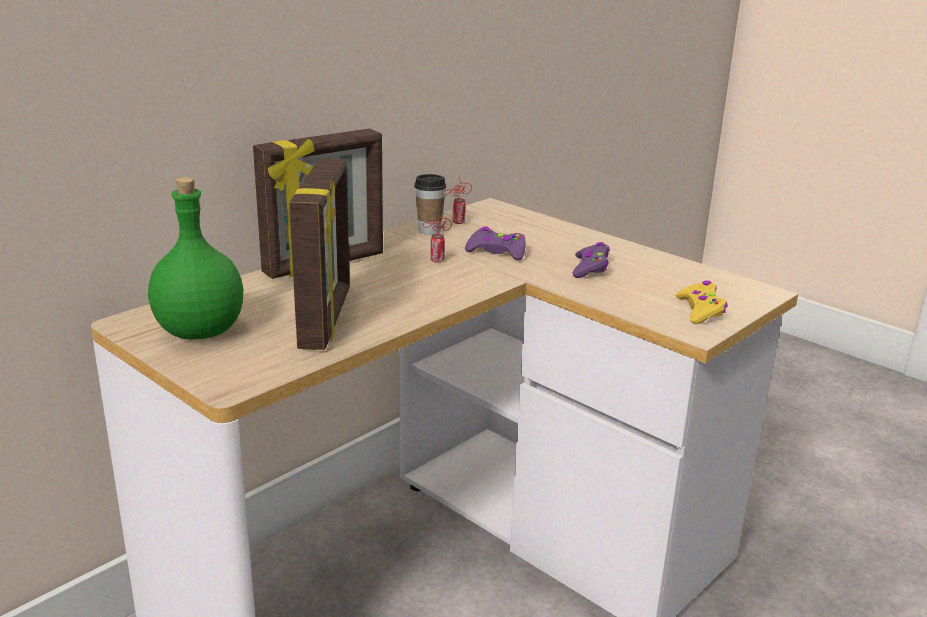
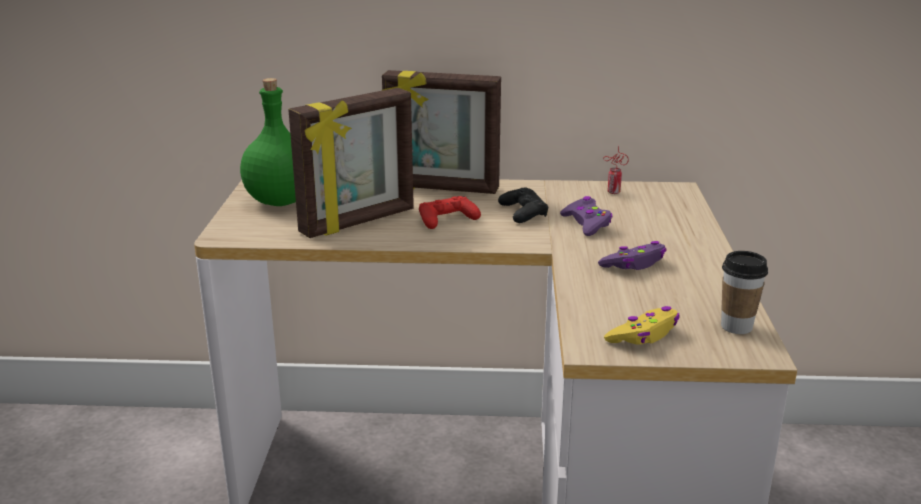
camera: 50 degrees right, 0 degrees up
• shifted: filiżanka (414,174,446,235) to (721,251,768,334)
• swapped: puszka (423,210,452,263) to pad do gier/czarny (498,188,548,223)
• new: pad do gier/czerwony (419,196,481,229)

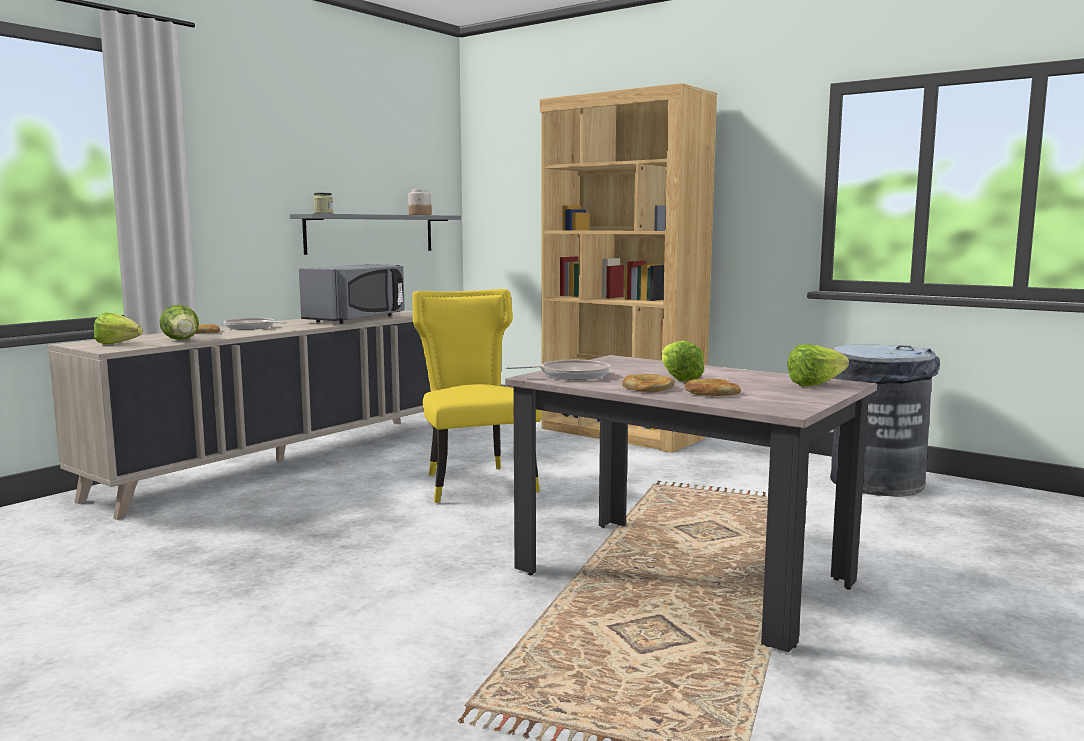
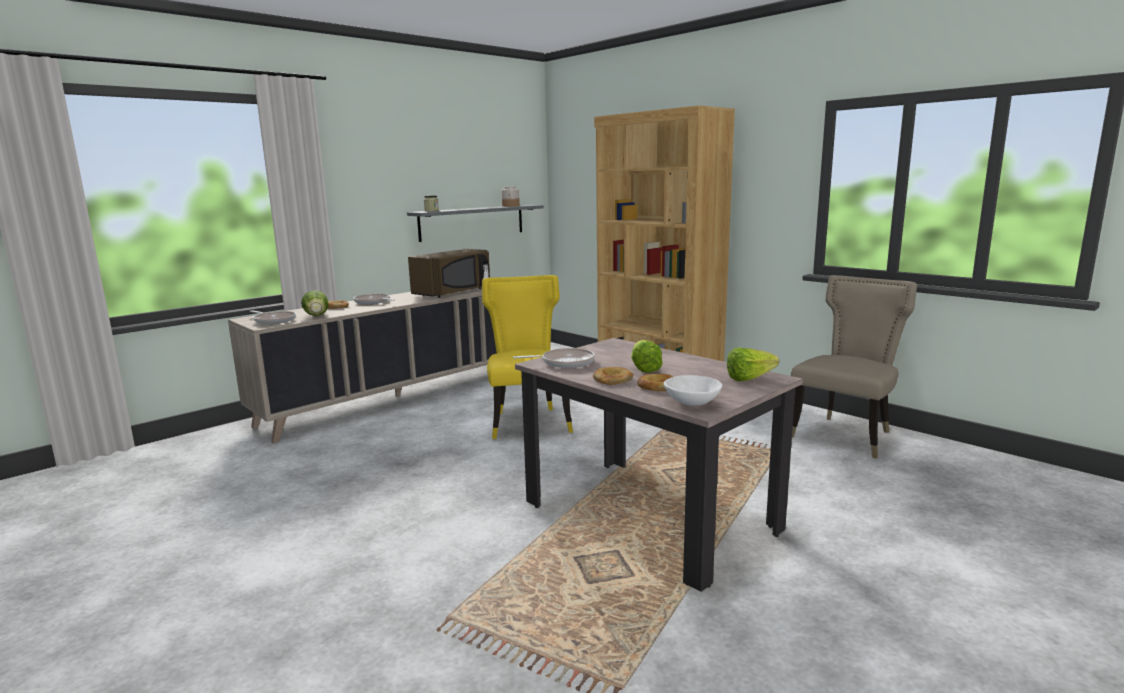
camera: 10 degrees right, 5 degrees up
• repainted: mikrofalówka/szary (299,264,405,324) to mikrofalówka/brązowy (408,249,490,298)
• swapped: sałata (94,313,143,344) to patelnia (249,310,296,324)
• swapped: kosz na śmieci/szary (830,345,940,497) to krzesło/beżowy (791,275,917,459)
• new: miska/biały (664,375,722,406)

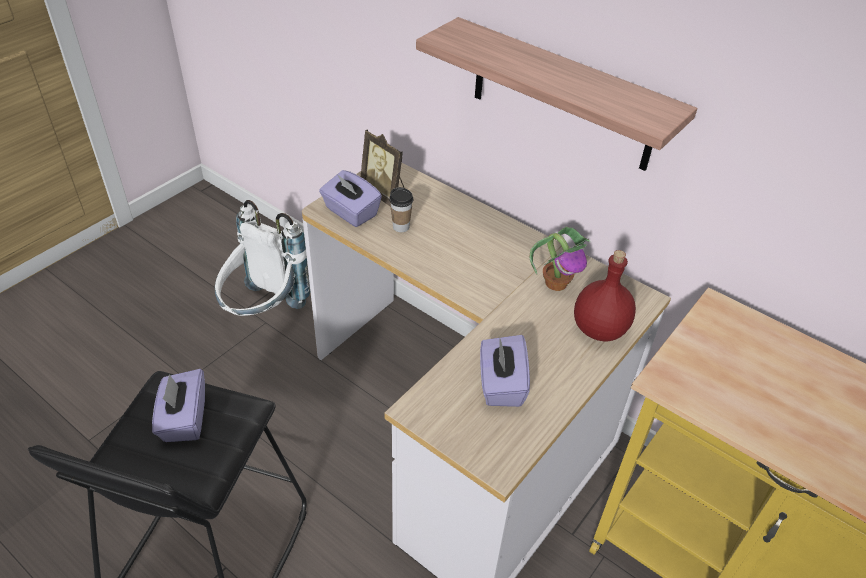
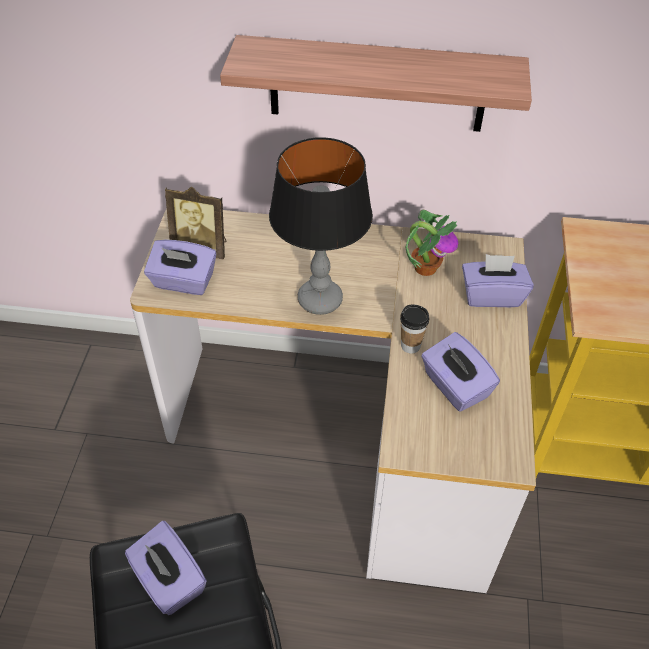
camera: 30 degrees left, 5 degrees up
• shifted: filiżanka (389,187,413,232) to (400,305,429,353)
• gone: plecak/biały (215,200,310,316)
• swapped: butelka/czerwony (574,250,636,341) to pudełko chusteczek/fioletowy (462,254,534,307)
• new: lampa stołowa (269,137,373,315)

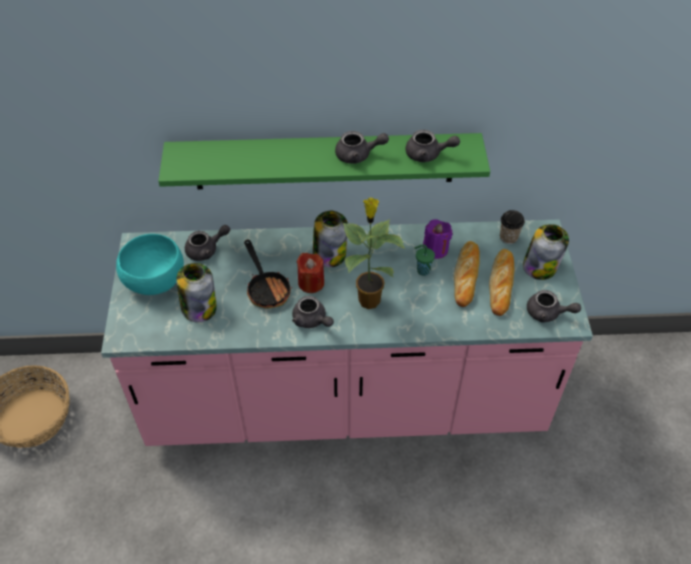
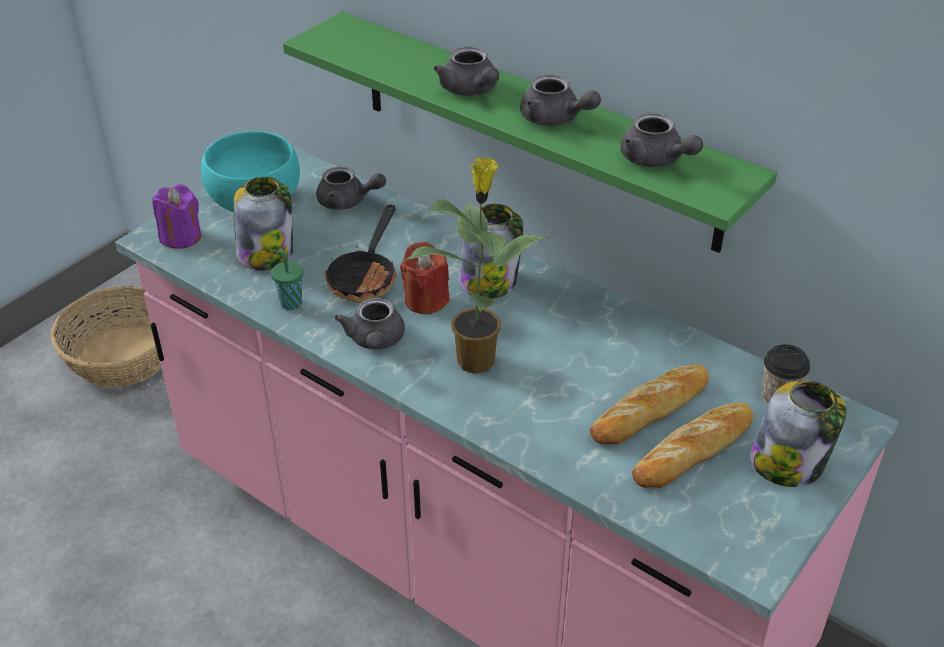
camera: 40 degrees right, 10 degrees down
• shifted: świeca/fioletowy (423,219,452,259) to (152,184,201,249)
• shifted: filiżanka/zielony (415,244,435,276) to (271,249,303,310)
• shifted: imbryk/szary (527,290,581,323) to (434,46,499,96)

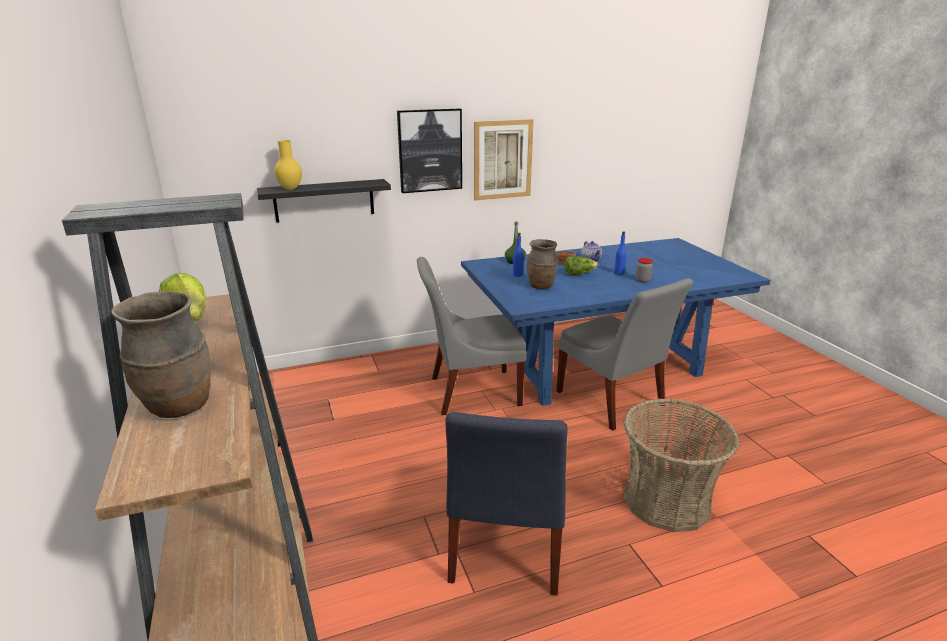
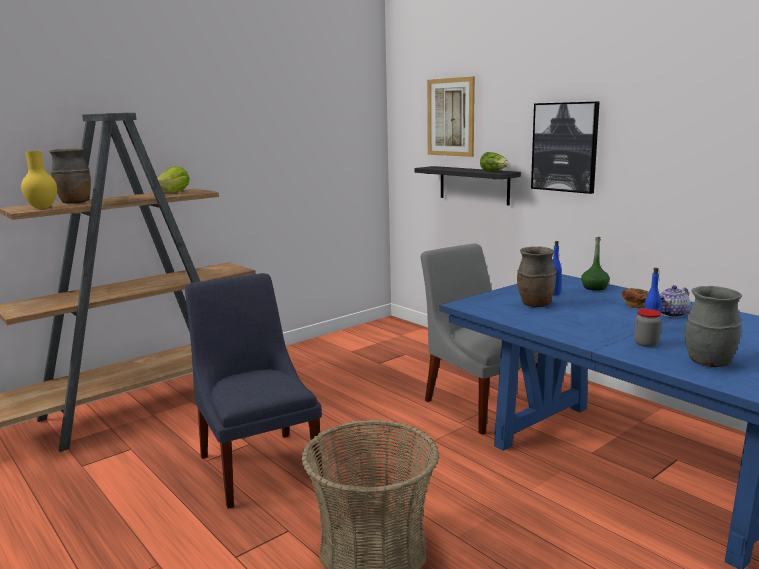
camera: 70 degrees right, 10 degrees down
• shifted: obraz (474,119,534,201) to (427,76,475,157)
• shifted: wazon/żółty (274,140,302,190) to (21,151,57,209)
• shifted: sałata (565,256,598,276) to (480,152,509,171)
• gone: krzesło/szary (556,278,693,431)
• rotated: krzesło/niebieski (445,412,568,596) = (185,273,323,509) 75 degrees clockwise
• new: wazon/szary (685,286,742,367)

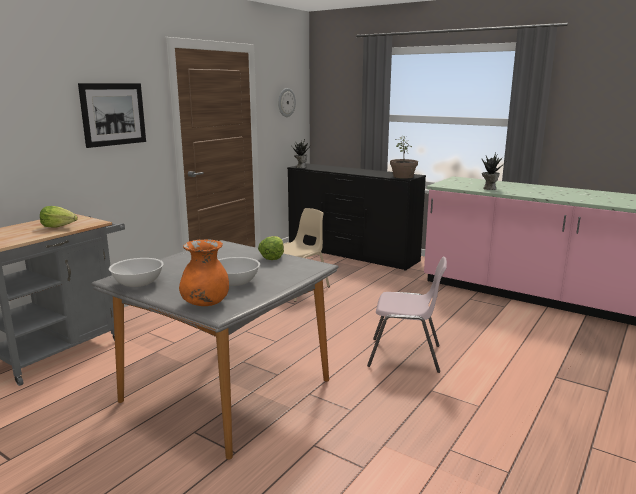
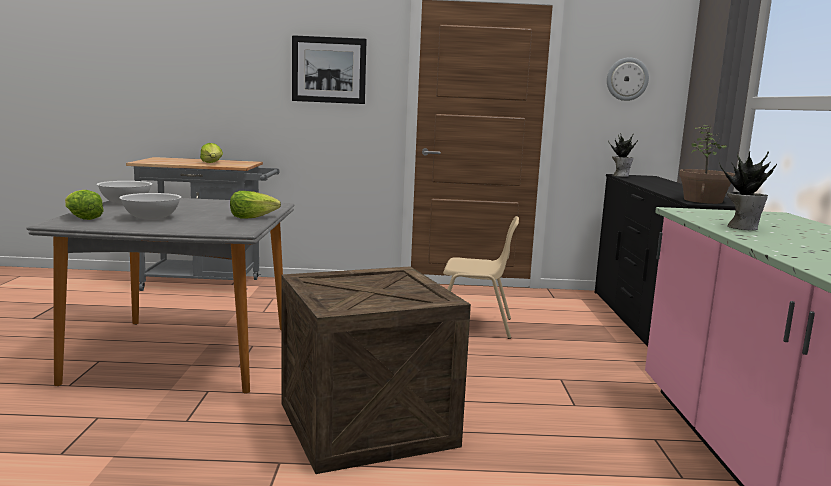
camera: 55 degrees right, 5 degrees down
• swapped: wazon/pomarańczowy (179,239,229,306) to sałata (65,190,104,220)
• swapped: krzesło/różowy (367,256,447,373) to skrzynka (281,266,471,474)

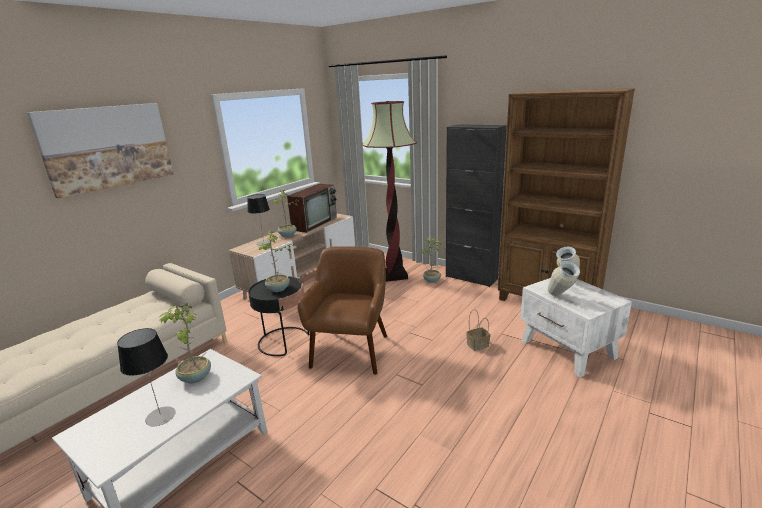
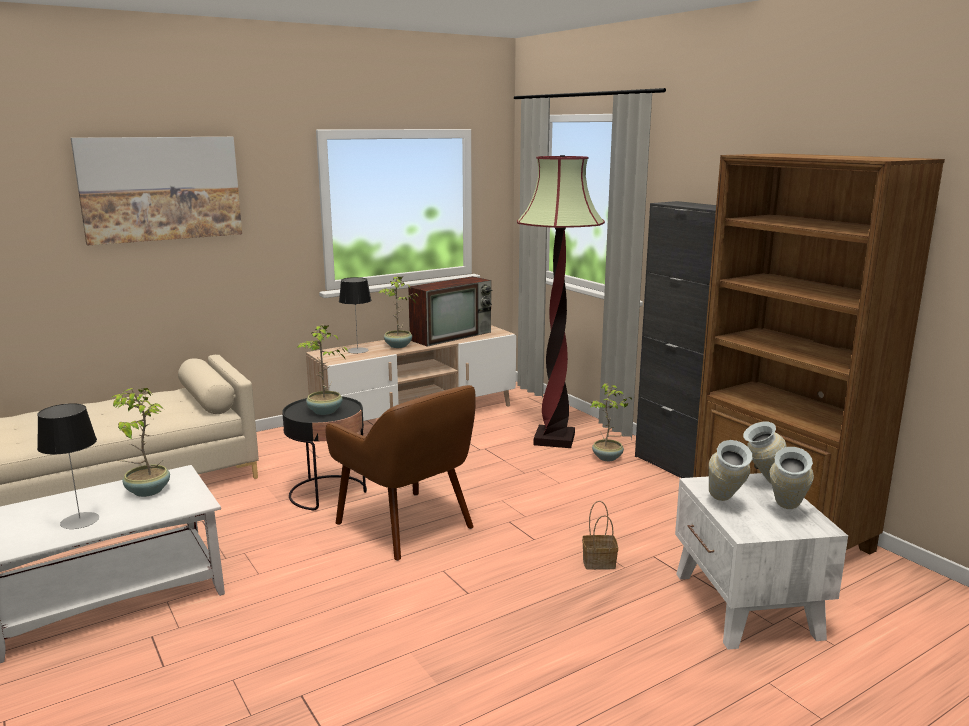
camera: 20 degrees right, 5 degrees down
• rotated: fotel/brązowy (297,246,387,375) = (325,385,476,561) 105 degrees clockwise
• new: wazon (770,447,814,509)

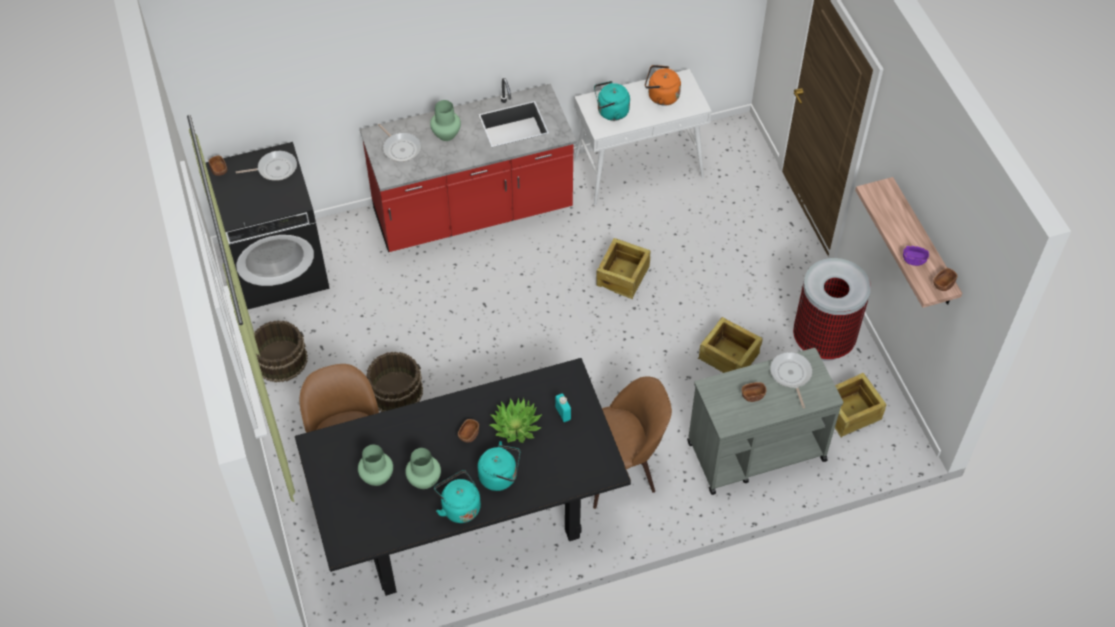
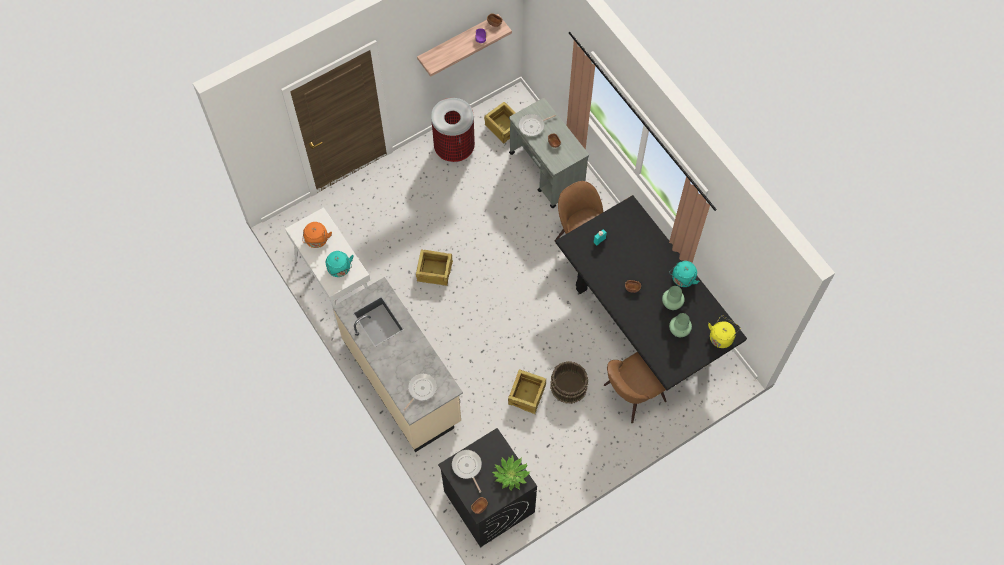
camera: 105 degrees left, 10 degrees up
• repainted: zabudowa kuchenna/czerwony (360,78,576,252) to zabudowa kuchenna/beżowy (333,277,463,452)
• gone: wazon/zielony (430,100,461,141)
• shifted: skrzynka (698,317,763,373) to (508,369,546,414)
• gone: wiadro/brązowy (254,320,308,383)
• shifted: roślina doniczkowa (489,398,542,443) to (492,455,531,491)
• gone: czajnik/turkusowy (478,441,520,491)
• new: czajnik/żółty (708,315,741,348)

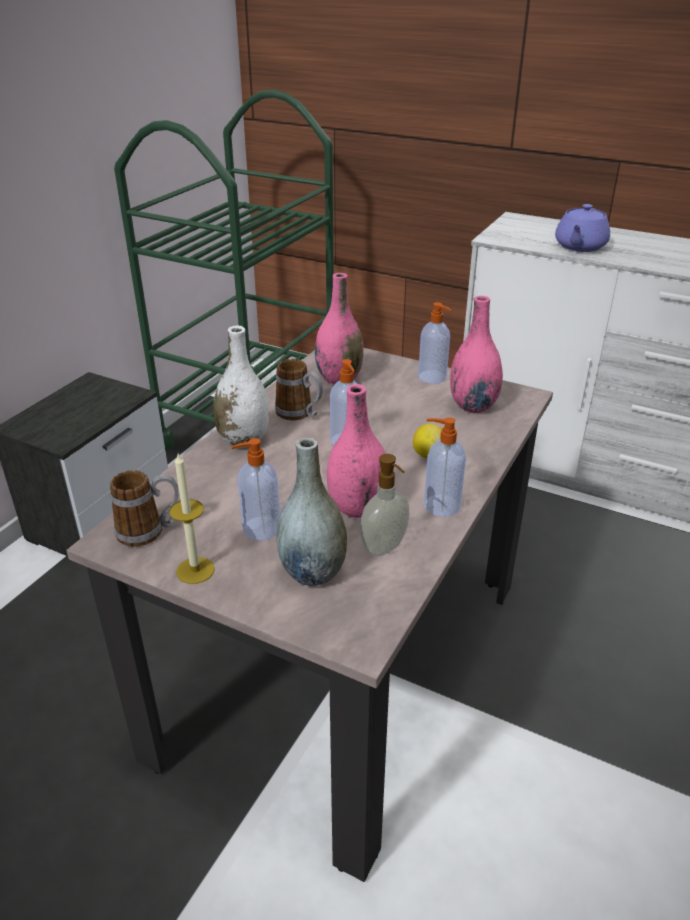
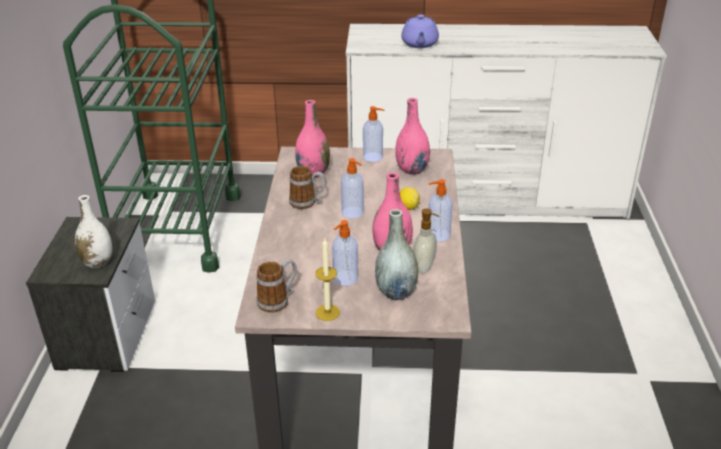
camera: 25 degrees left, 0 degrees up
• shifted: wazon/biały (213,325,269,448) to (75,195,112,268)

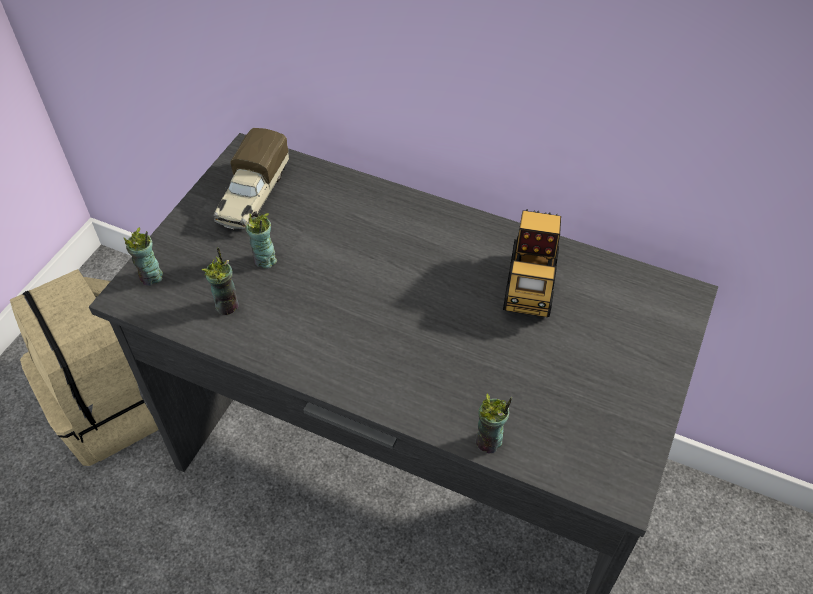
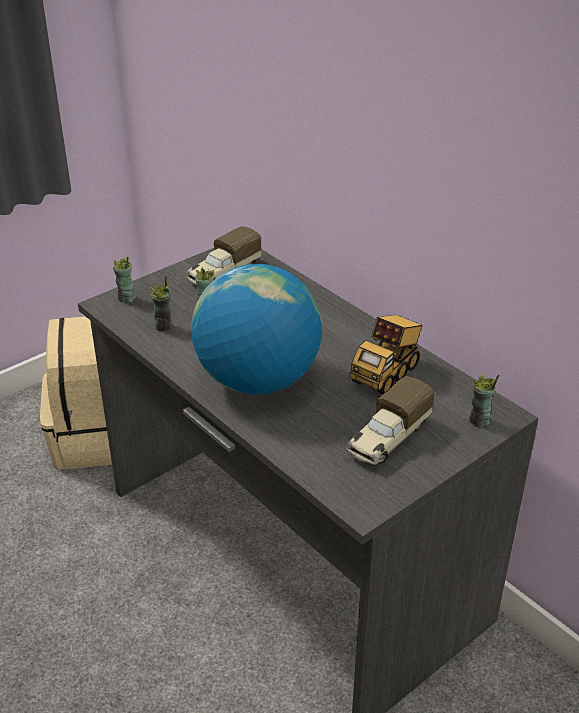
camera: 25 degrees right, 15 degrees down
• shifted: filiżanka (476,393,512,453) to (469,373,499,427)
• new: globus (191,264,322,395)
• new: ciężarówka zabawkowa (347,376,435,465)

